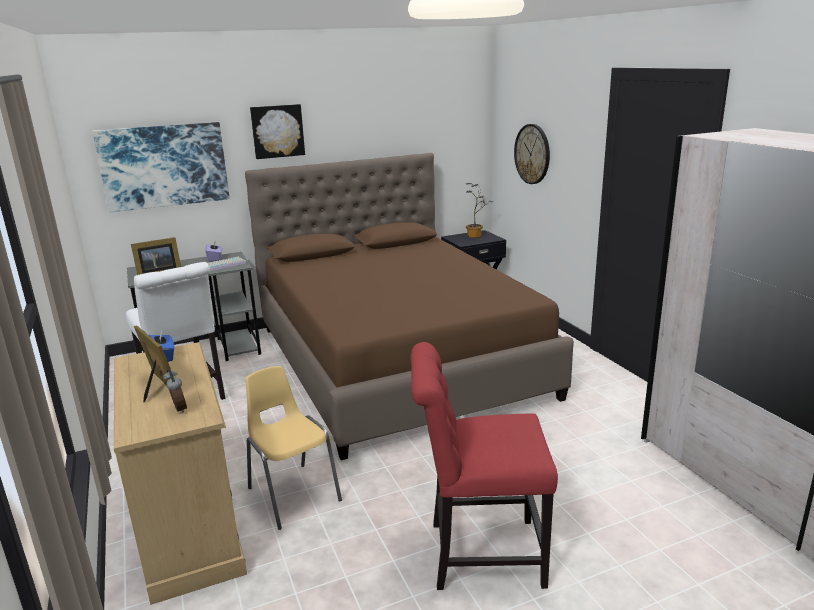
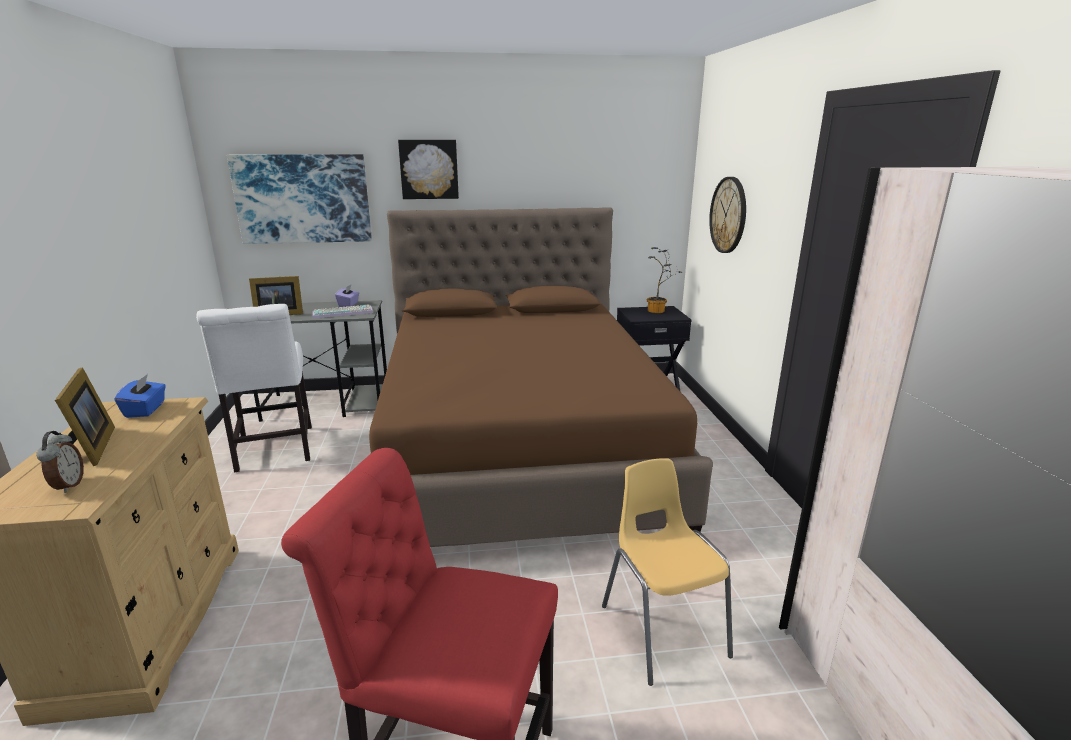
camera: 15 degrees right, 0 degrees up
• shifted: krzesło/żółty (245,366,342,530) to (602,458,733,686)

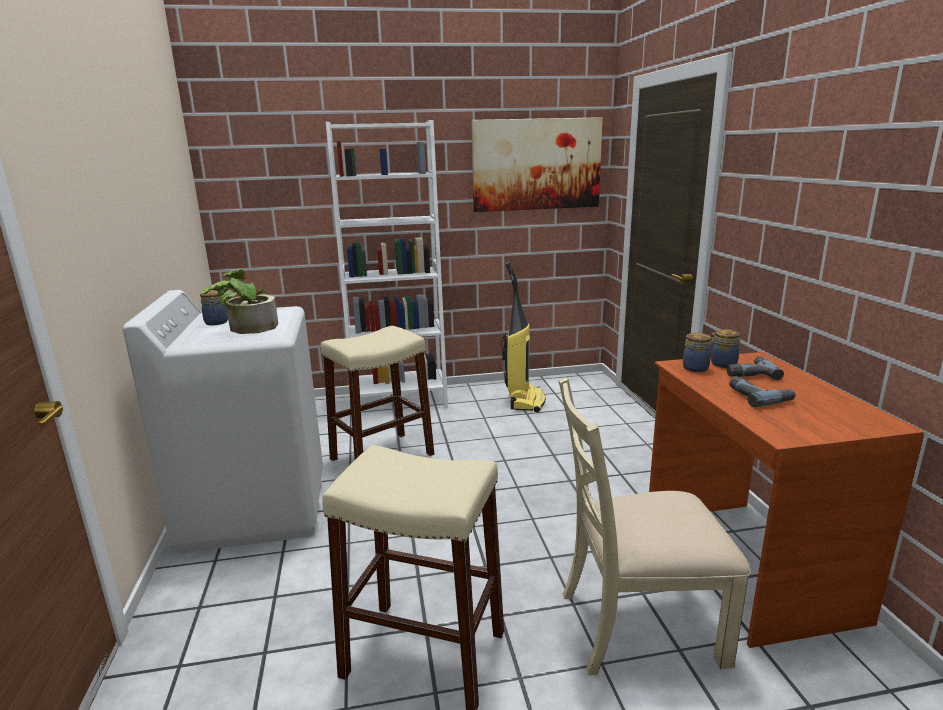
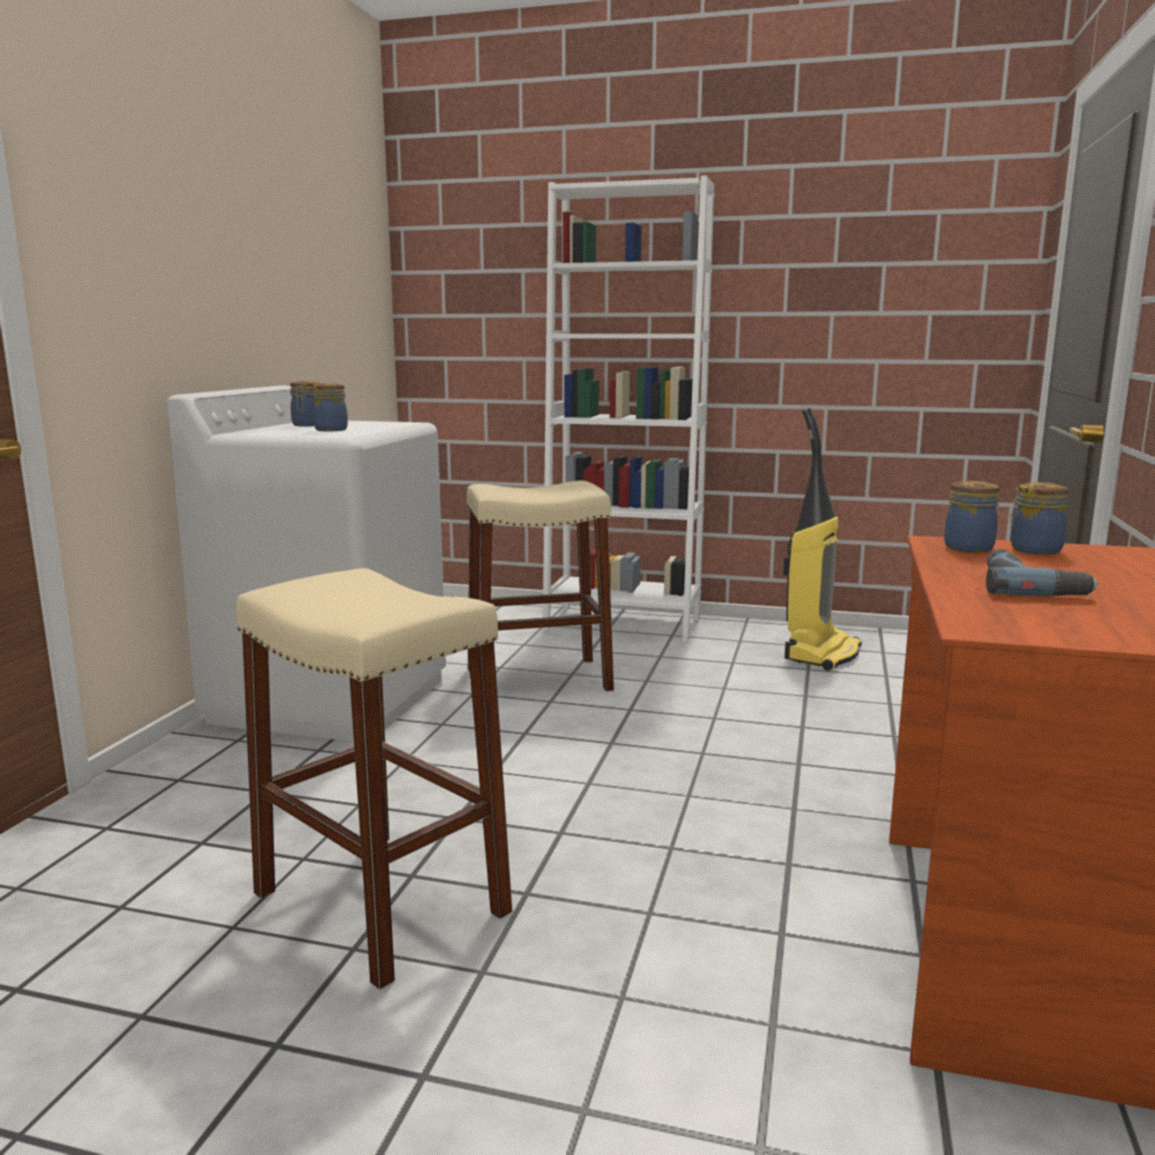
camera: 25 degrees right, 5 degrees down
• gone: obraz (472,117,603,212)
• swapped: roślina doniczkowa (202,269,278,334) to słoik (313,383,348,431)
• gone: wiertarka (727,356,784,380)
• gone: krzesło/beżowy (559,377,751,676)

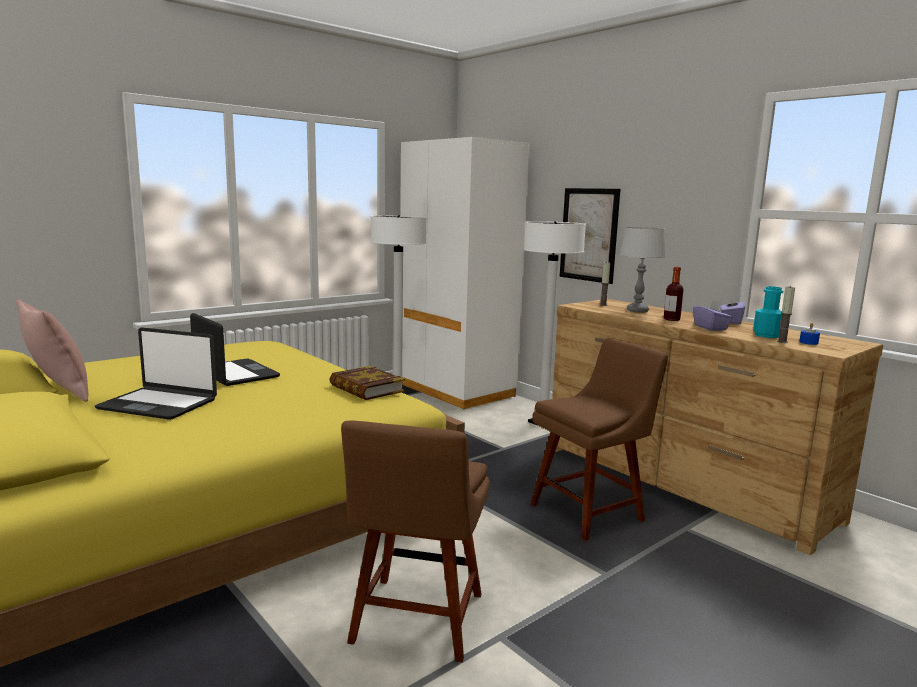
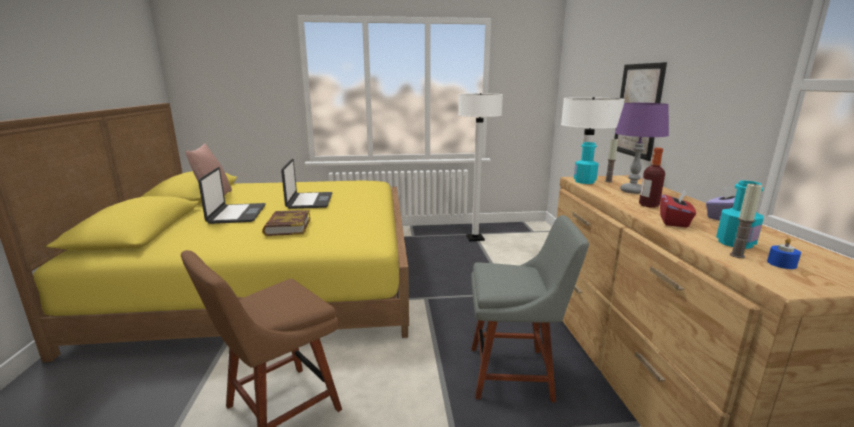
camera: 35 degrees right, 5 degrees up
• gone: szafa/biały (400,137,530,410)
• repainted: lampa stołowa/szary (619,227,667,313) to lampa stołowa/fioletowy (615,103,669,194)
• repainted: pudełko chusteczek/fioletowy (693,300,733,331) to pudełko chusteczek/czerwony (660,189,696,227)
• rotated: laptop (95,327,217,420) = (198,167,265,224) 150 degrees counterclockwise
• repainted: krzesło/brązowy (530,338,668,541) to krzesło/szary (471,215,589,402)
• shifted: książka (329,366,405,400) to (262,210,310,236)
• new: butelka/turkusowy (574,142,599,184)

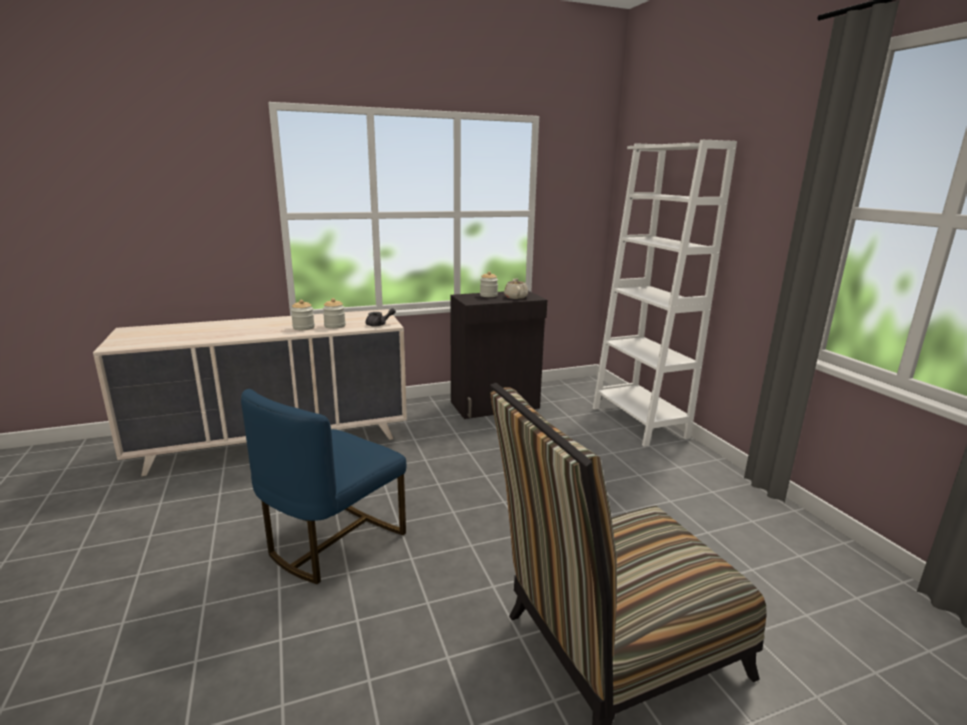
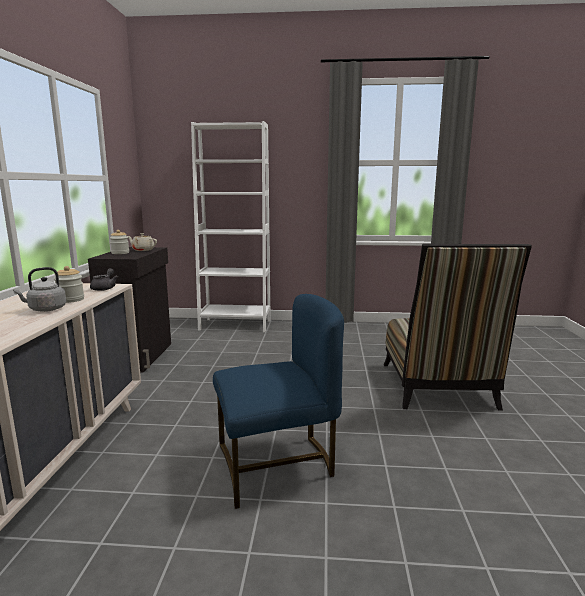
camera: 65 degrees left, 5 degrees down
• swapped: słoik (291,300,315,330) to czajnik/szary (13,267,66,312)
• rotated: krzesło/niebieski (241,389,407,584) = (213,294,344,509) 75 degrees counterclockwise

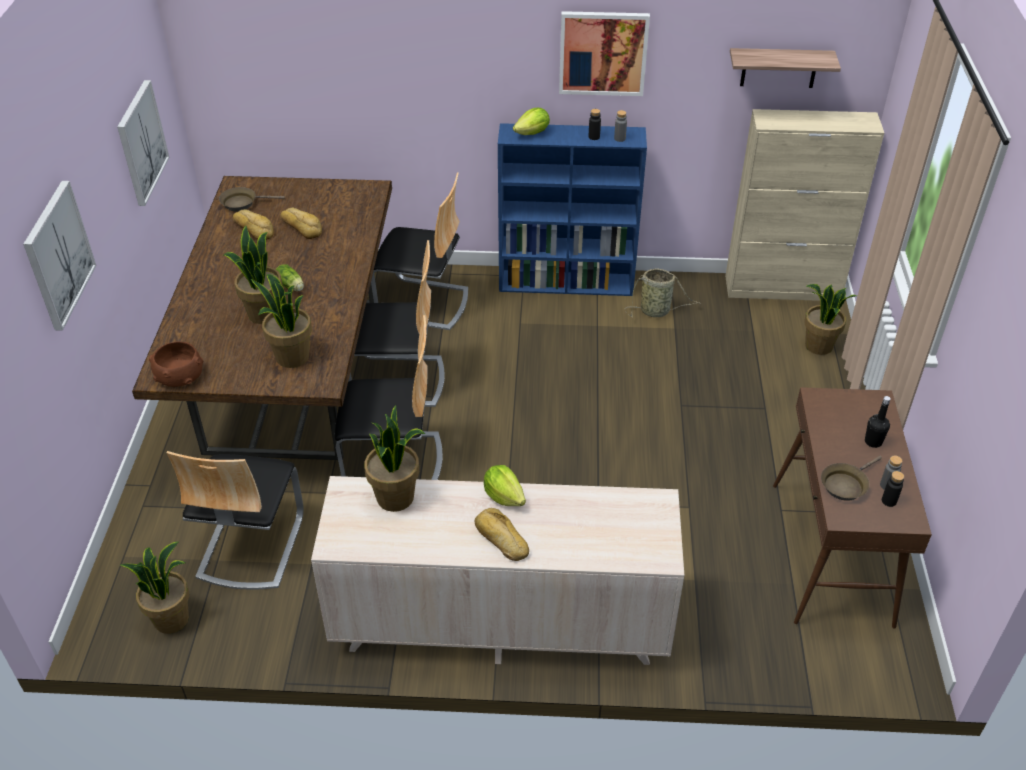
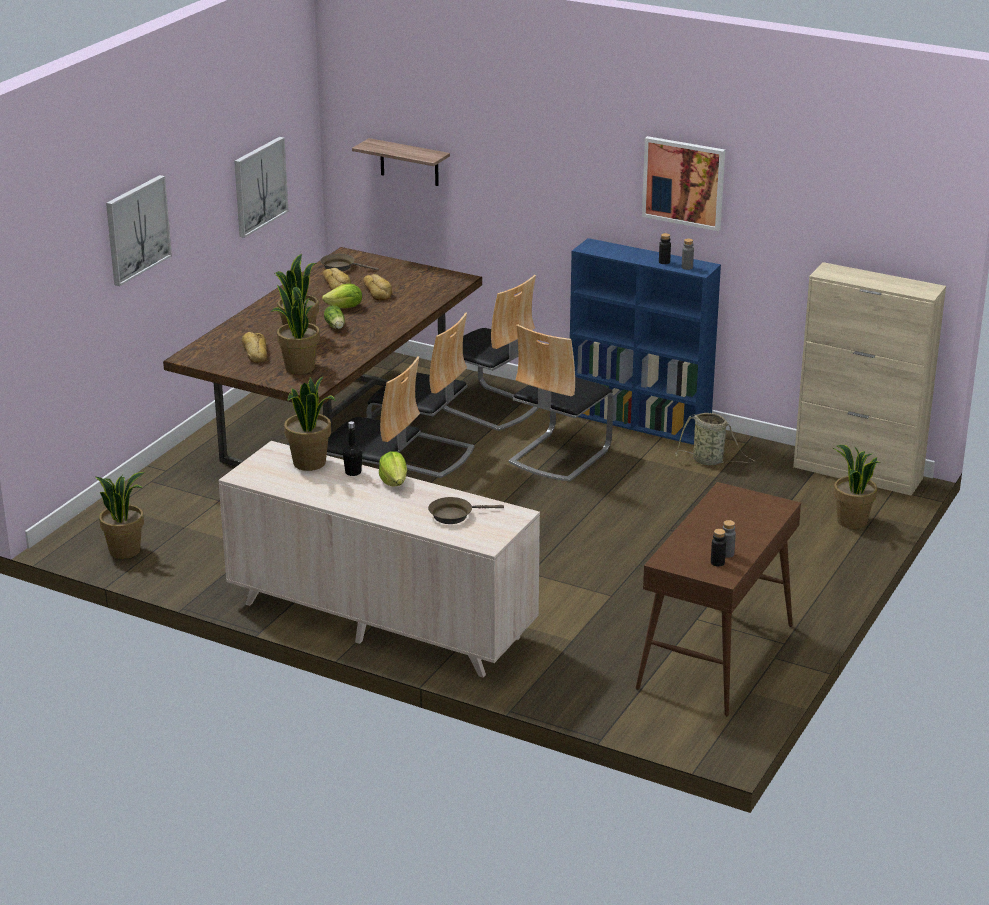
camera: 25 degrees right, 15 degrees down
• shifted: półka (730,48,841,88) to (352,138,450,186)
• shifted: sałata (513,108,550,135) to (322,284,362,308)
• gone: miska/brązowy (149,342,203,387)
• shifted: butelka/czarny (865,396,891,448) to (343,421,362,476)
• shifted: krzesło (166,451,304,590) to (508,324,614,482)
• shifted: patelnia/brązowy (821,456,882,501) to (428,497,504,524)
• shifted: chleb (475,508,529,561) to (242,332,267,363)

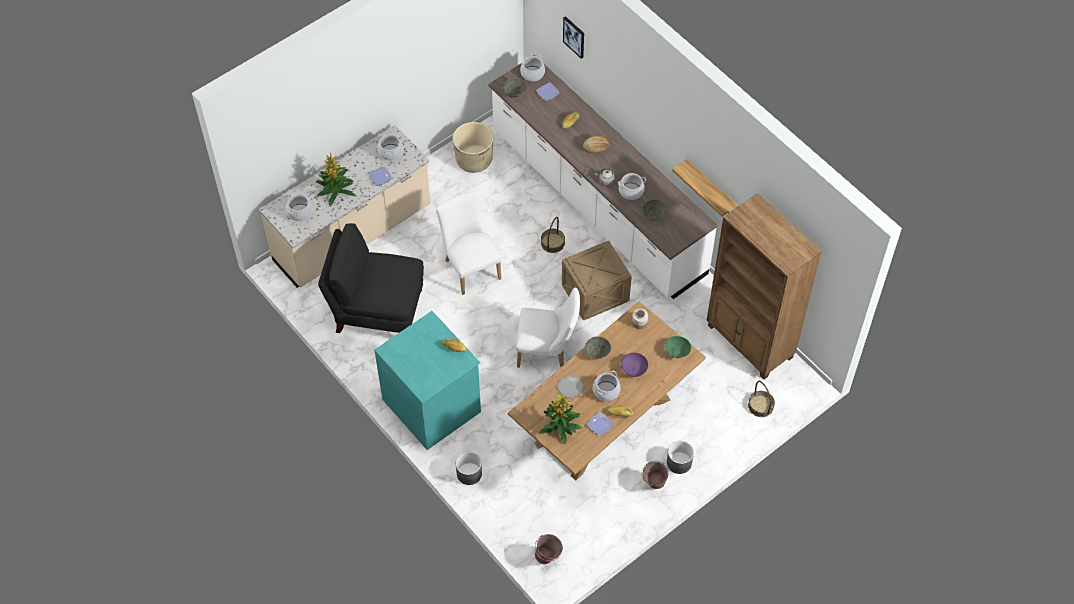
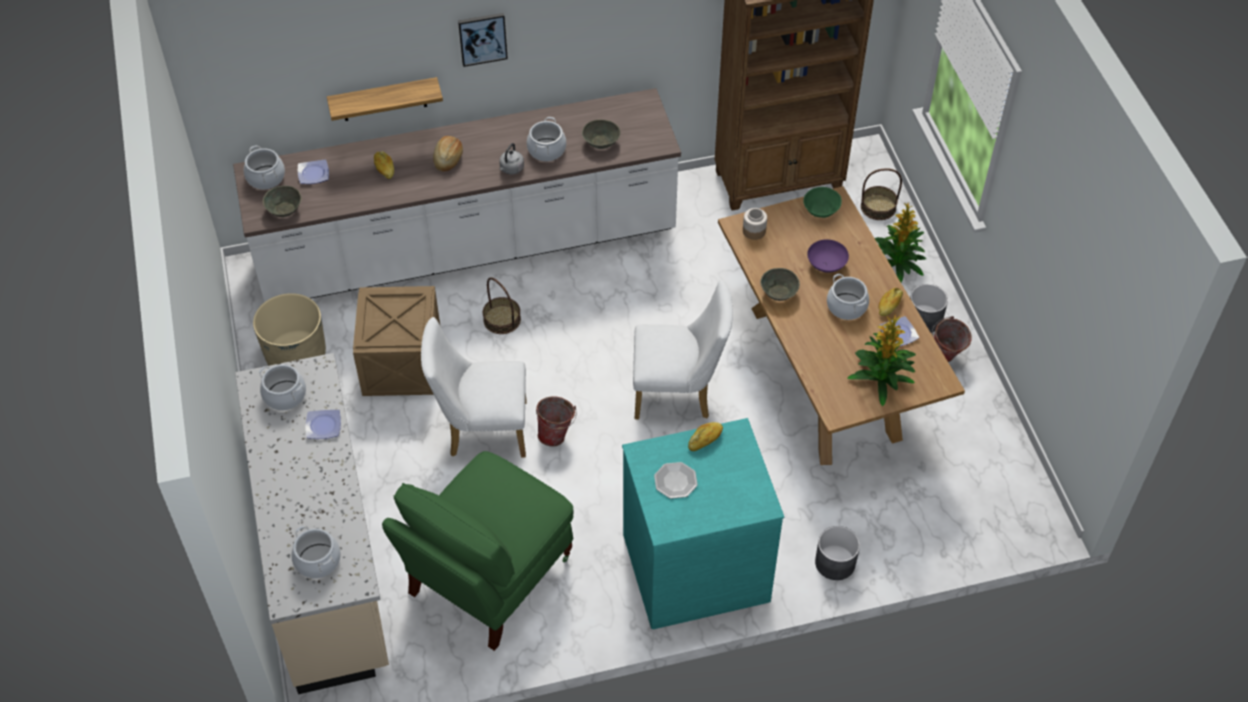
camera: 65 degrees left, 5 degrees down
• shifted: obraz (563,16,584,59) to (458,13,508,67)
• shifted: roślina doniczkowa (316,152,355,206) to (875,203,926,282)
• shifted: półka (672,159,737,217) to (327,77,443,121)
• repainted: krzesło/czarny (318,223,424,333) to krzesło/zielony (382,451,573,651)
• shifted: skrzynka (562,241,632,320) to (353,286,440,396)
• rotated: krzesło/biały (516,287,580,368) = (633,280,733,419) 60 degrees clockwise
• shifted: talerz (558,376,584,398) to (654,462,698,499)
• shifted: wiadro (535,534,563,564) to (536,397,577,446)

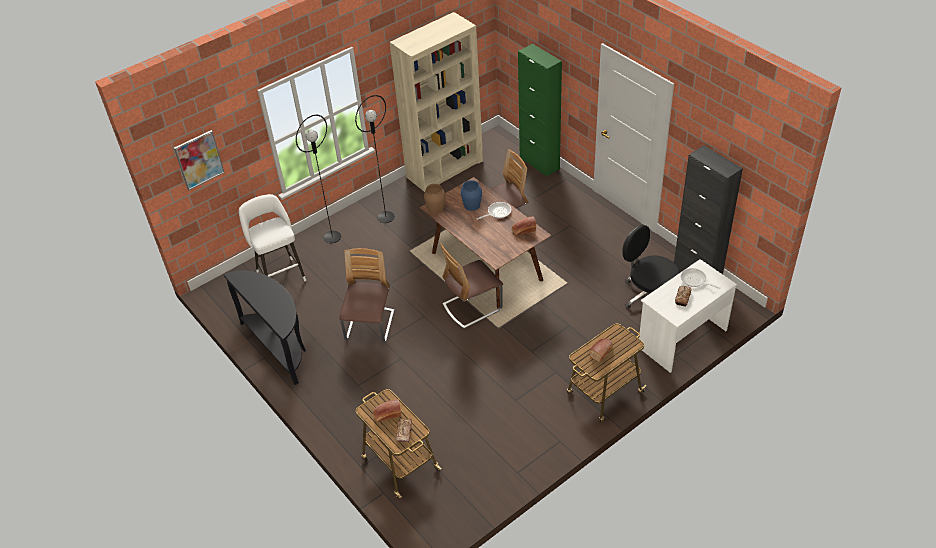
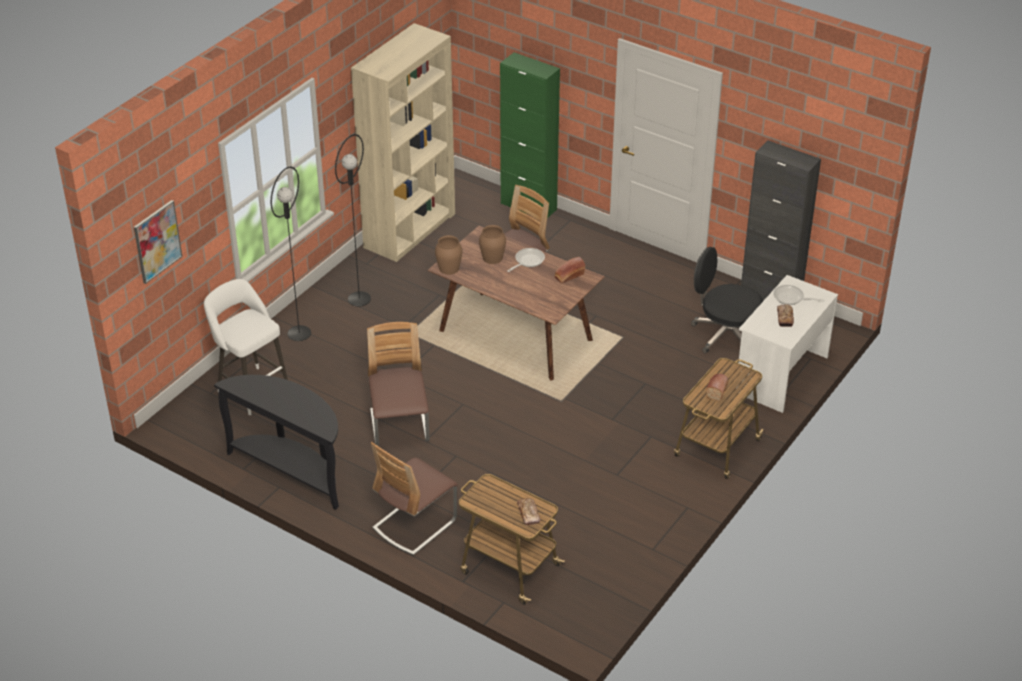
camera: 20 degrees left, 5 degrees down
• repainted: wazon/niebieski (461,180,482,211) to wazon/brązowy (479,225,506,264)
• shifted: krzesło (440,244,503,329) to (371,442,458,555)
• gone: chleb (373,399,401,422)

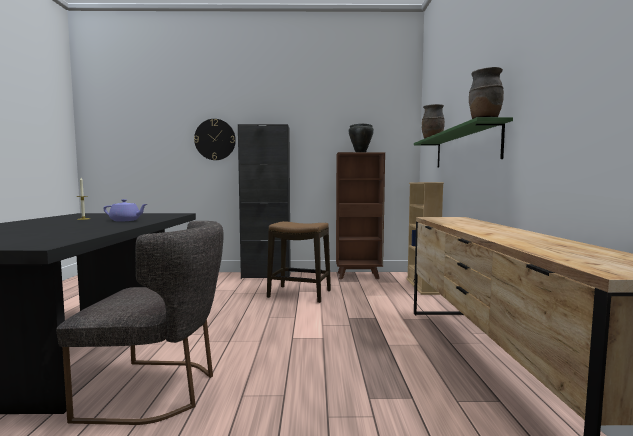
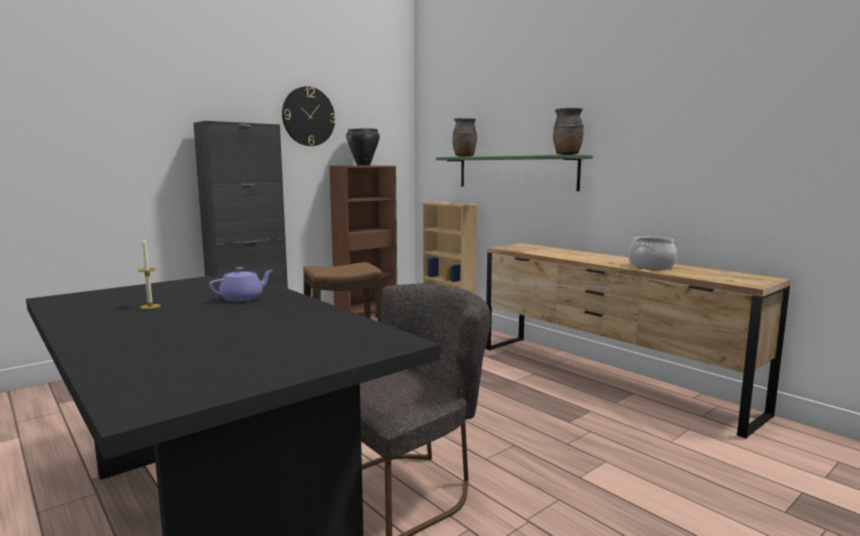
camera: 40 degrees left, 5 degrees up
• shifted: zegar ścienny (194,119,236,160) to (282,86,336,146)
• new: garnek (628,236,677,270)

